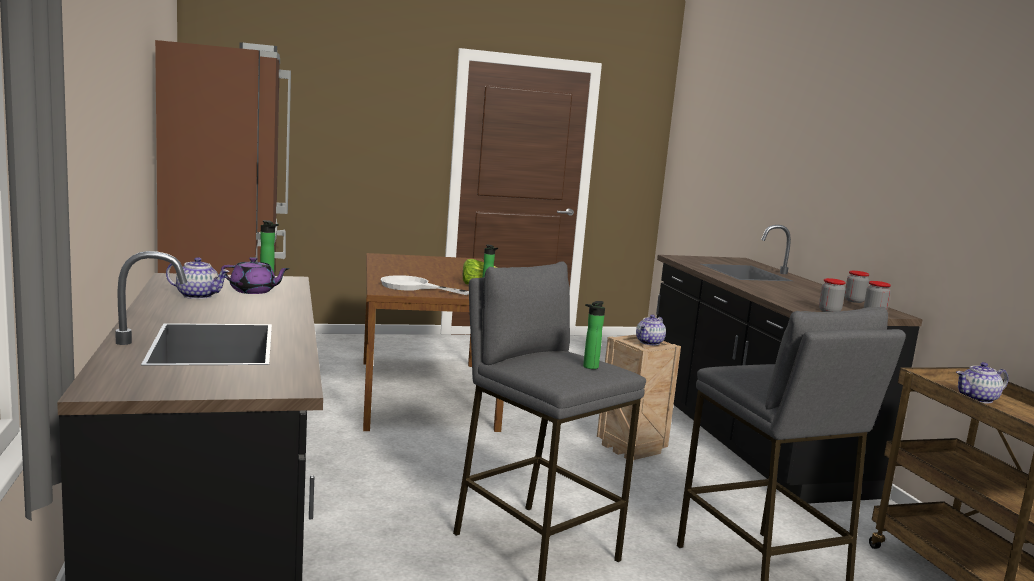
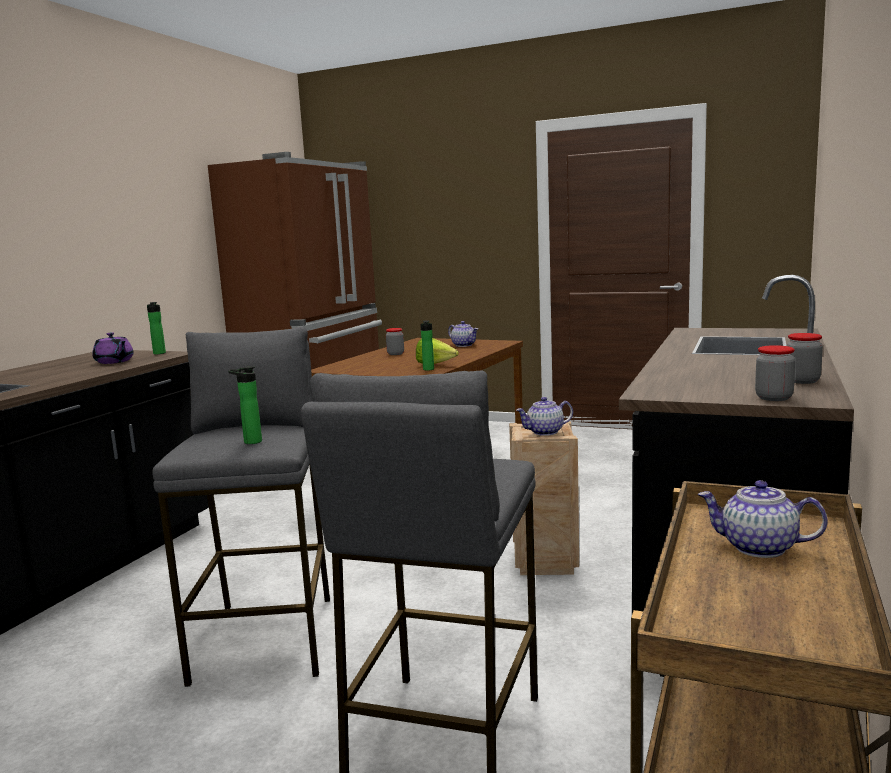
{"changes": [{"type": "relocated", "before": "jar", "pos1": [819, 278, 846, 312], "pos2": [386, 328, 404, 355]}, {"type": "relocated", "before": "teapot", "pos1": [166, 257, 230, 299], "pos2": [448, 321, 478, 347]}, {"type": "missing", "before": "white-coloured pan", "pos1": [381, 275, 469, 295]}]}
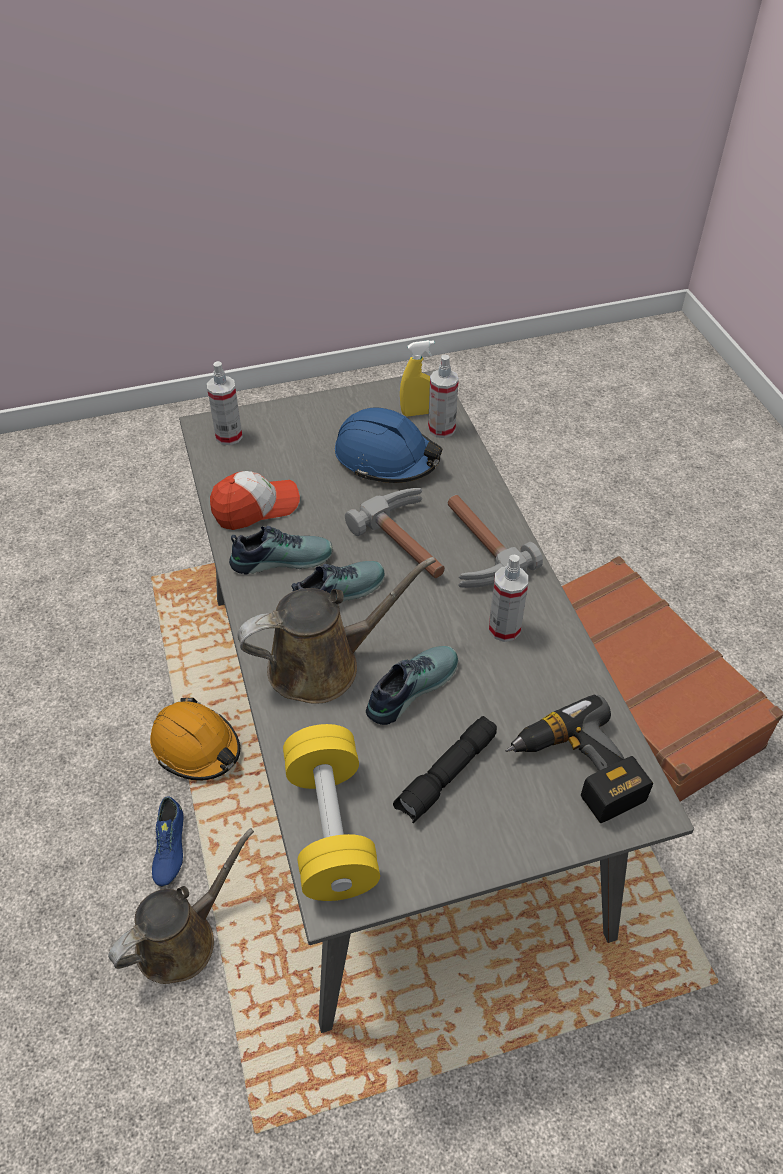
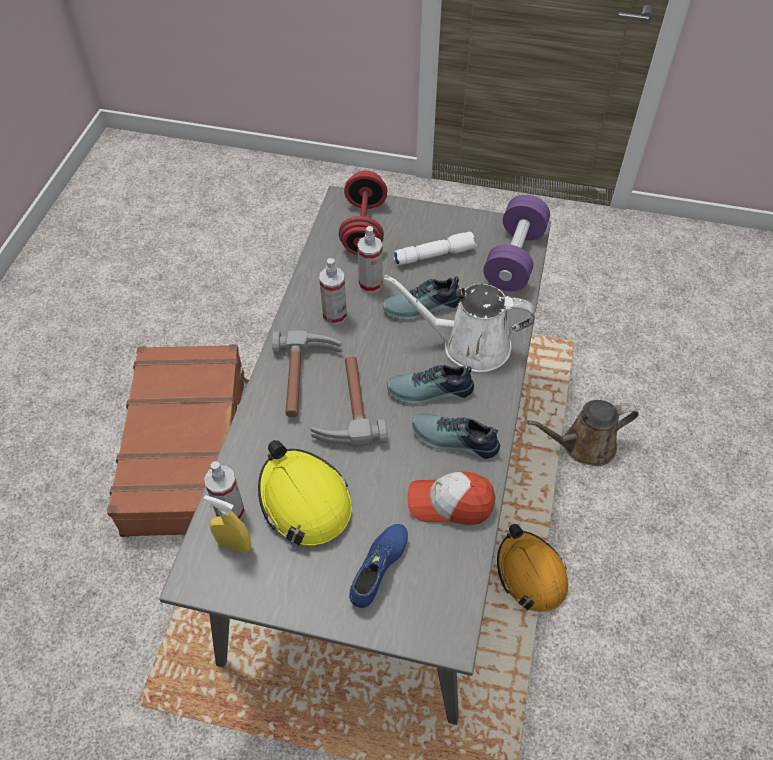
{"changes": [{"type": "colour", "before": "bluish work helmet", "after": "yellow work helmet", "pos1": [335, 408, 442, 483], "pos2": [258, 440, 352, 546]}, {"type": "exchanged", "before": "power drill", "after": "red dumbbell", "pos1": [505, 694, 653, 823], "pos2": [339, 170, 387, 255]}, {"type": "relocated", "before": "bluish low shoe", "pos1": [152, 796, 183, 886], "pos2": [349, 524, 408, 608]}, {"type": "relocated", "before": "sprayer", "pos1": [207, 361, 243, 445], "pos2": [357, 226, 383, 293]}, {"type": "colour", "before": "brownish watering pot", "after": "white-coloured watering pot", "pos1": [237, 557, 436, 704], "pos2": [384, 275, 536, 372]}, {"type": "colour", "before": "blackish torch", "after": "white-coloured torch", "pos1": [393, 716, 497, 823], "pos2": [394, 232, 477, 266]}, {"type": "colour", "before": "yellow dumbbell", "after": "purplish dumbbell", "pos1": [283, 724, 380, 901], "pos2": [483, 195, 550, 291]}]}
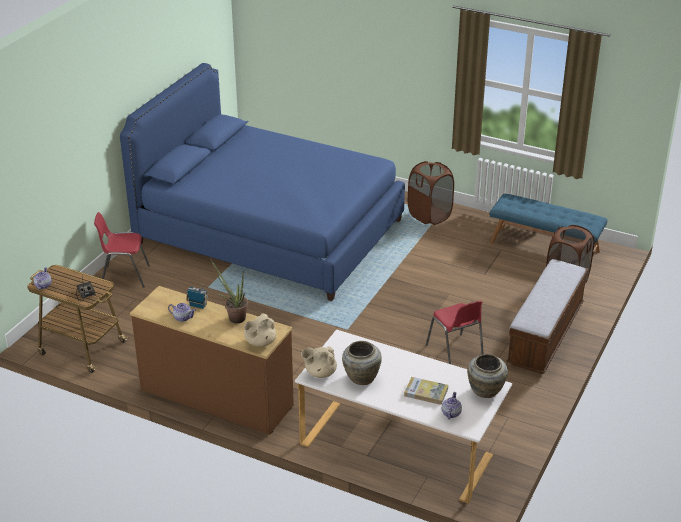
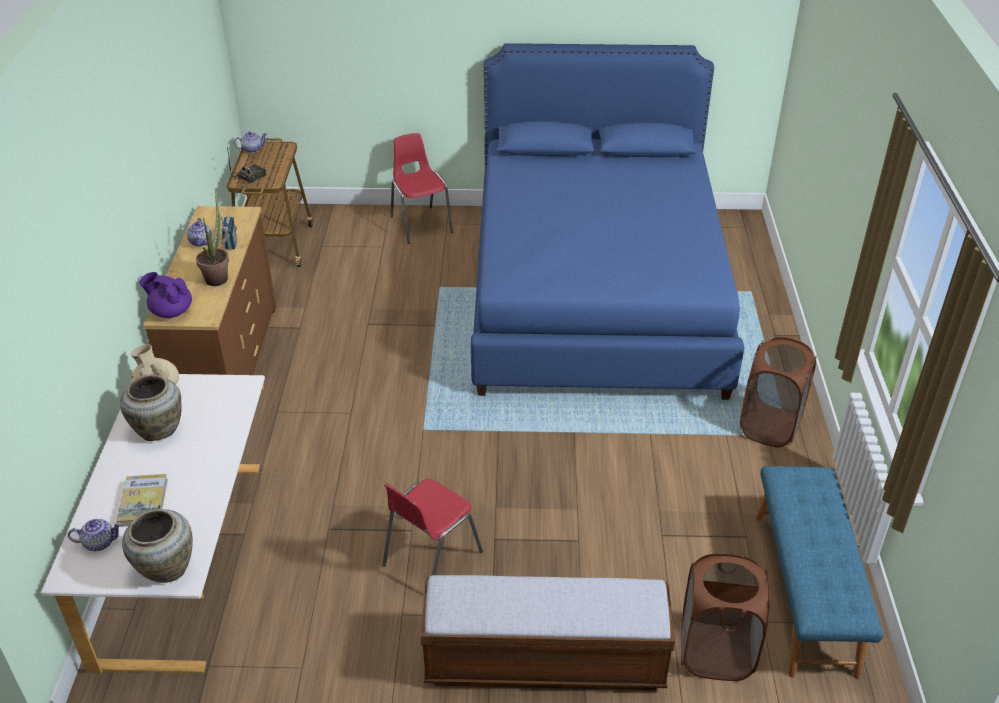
{"changes": [{"type": "colour", "before": "sand-coloured teapot", "after": "purplish teapot", "pos1": [244, 313, 276, 347], "pos2": [139, 272, 192, 318]}]}
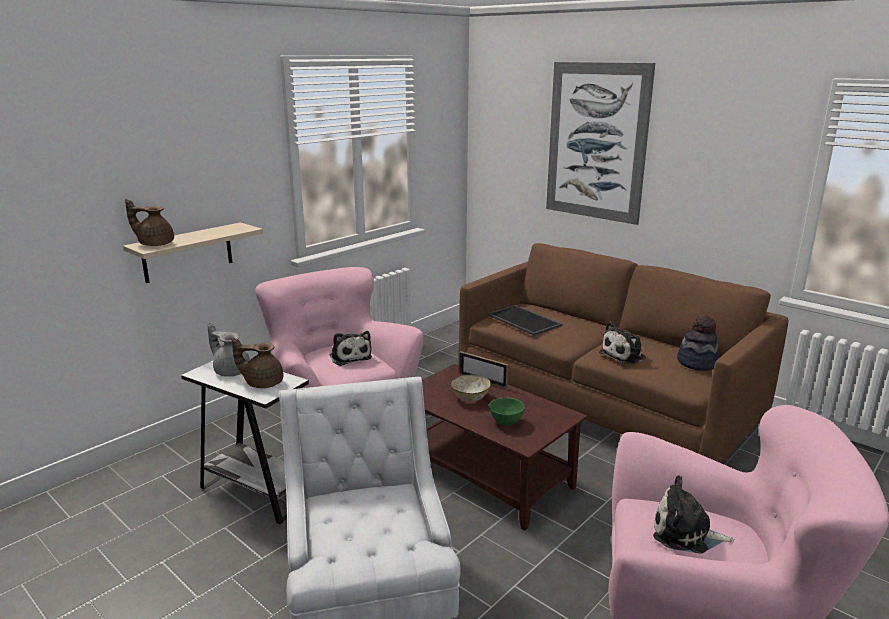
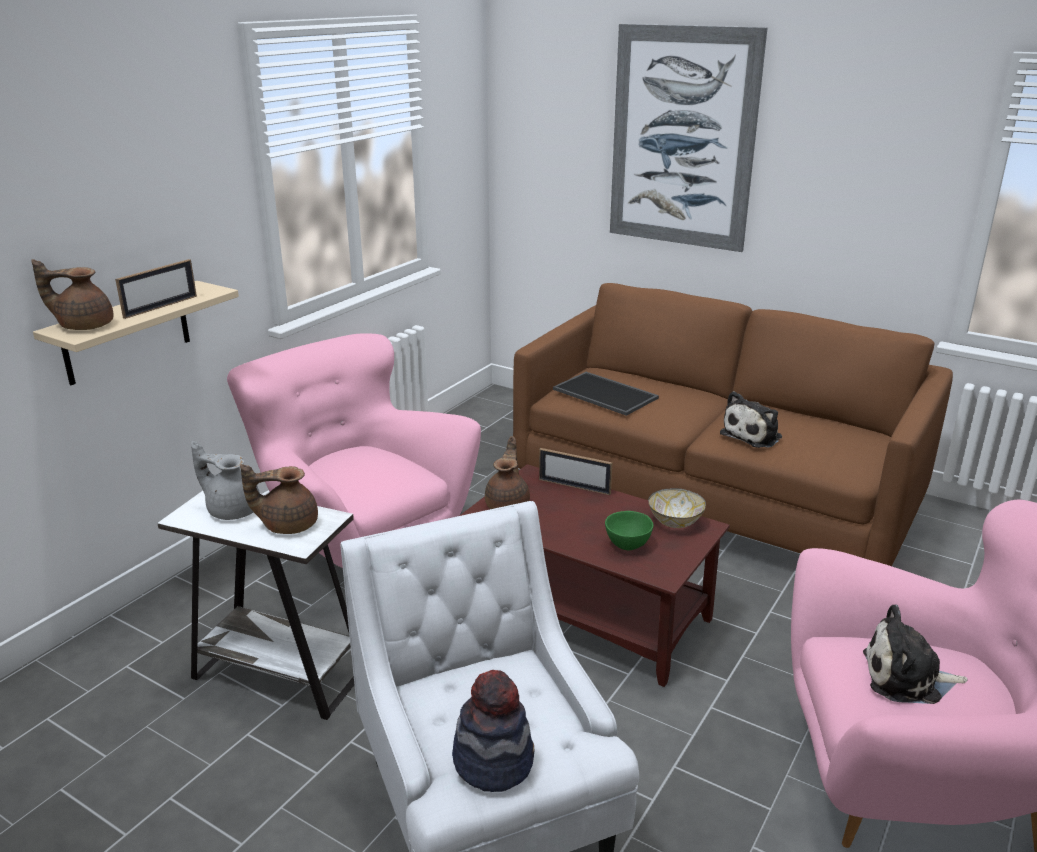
{"changes": [{"type": "appeared", "after": "standing frame", "pos2": [115, 259, 197, 319]}, {"type": "relocated", "before": "clothing hat", "pos1": [677, 315, 719, 371], "pos2": [452, 670, 534, 792]}, {"type": "appeared", "after": "brownish teapot", "pos2": [485, 436, 530, 509]}, {"type": "relocated", "before": "deep dish", "pos1": [450, 374, 491, 401], "pos2": [648, 488, 706, 528]}, {"type": "missing", "before": "cuddly toy", "pos1": [330, 331, 372, 366]}]}
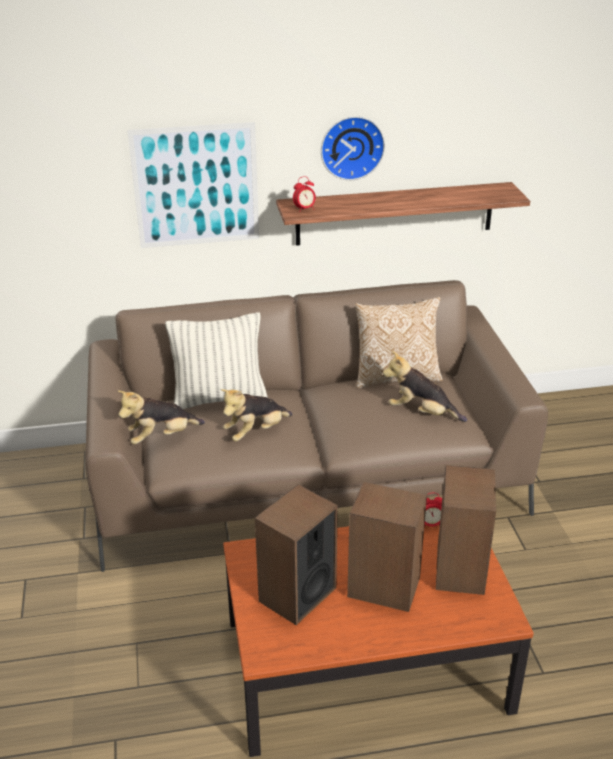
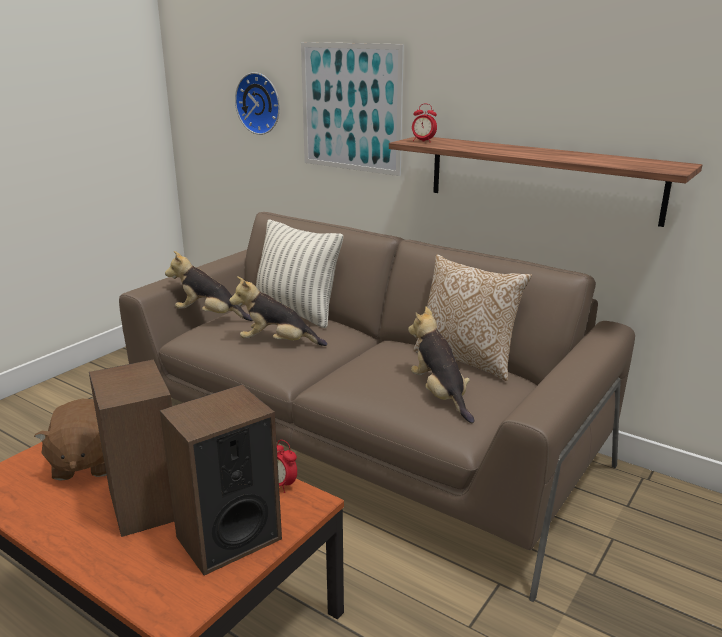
{"changes": [{"type": "exchanged", "before": "audio speaker", "after": "brownish cuddly toy", "pos1": [255, 484, 338, 625], "pos2": [34, 399, 107, 481]}, {"type": "relocated", "before": "clock on the wall", "pos1": [321, 116, 385, 180], "pos2": [235, 72, 280, 135]}]}
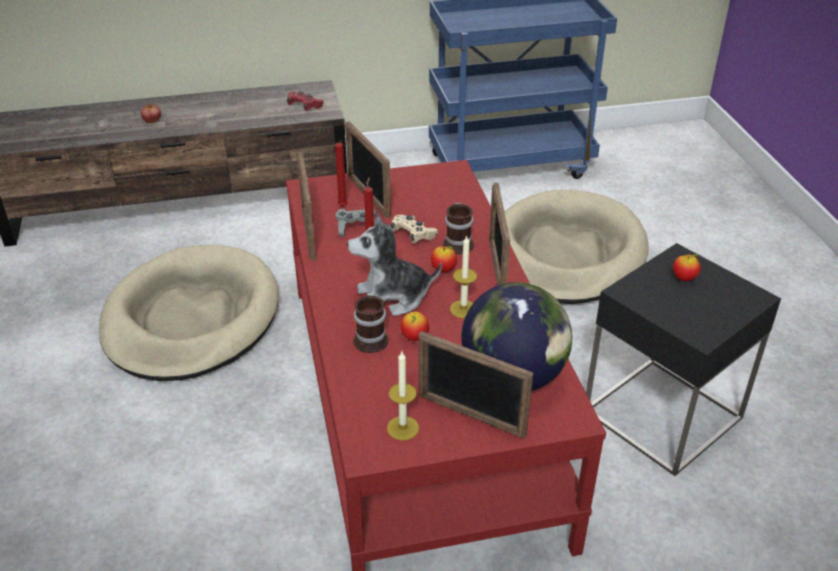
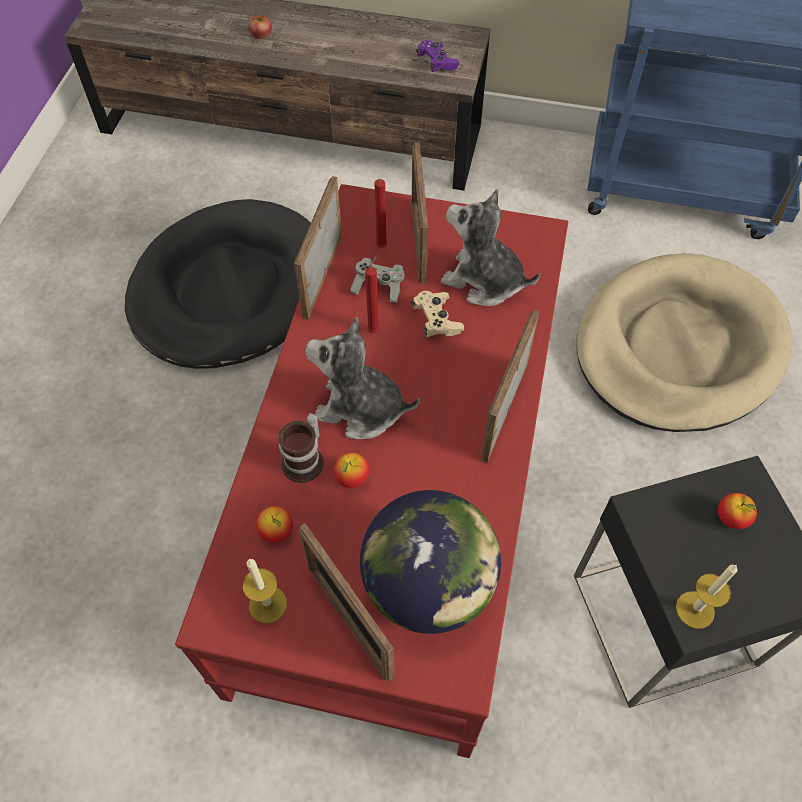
{"changes": [{"type": "colour", "before": "sand-coloured dog cushion", "after": "blackish dog cushion", "pos1": [99, 245, 279, 381], "pos2": [125, 199, 311, 369]}, {"type": "relocated", "before": "apple fruit", "pos1": [431, 246, 457, 272], "pos2": [256, 506, 293, 543]}, {"type": "colour", "before": "red joypad", "after": "purplish joypad", "pos1": [287, 91, 324, 111], "pos2": [416, 40, 460, 72]}, {"type": "appeared", "after": "cuddly toy", "pos2": [441, 189, 540, 306]}, {"type": "relocated", "before": "wax candle", "pos1": [450, 235, 477, 318], "pos2": [676, 565, 738, 629]}, {"type": "missing", "before": "coffee mug", "pos1": [443, 203, 474, 254]}]}
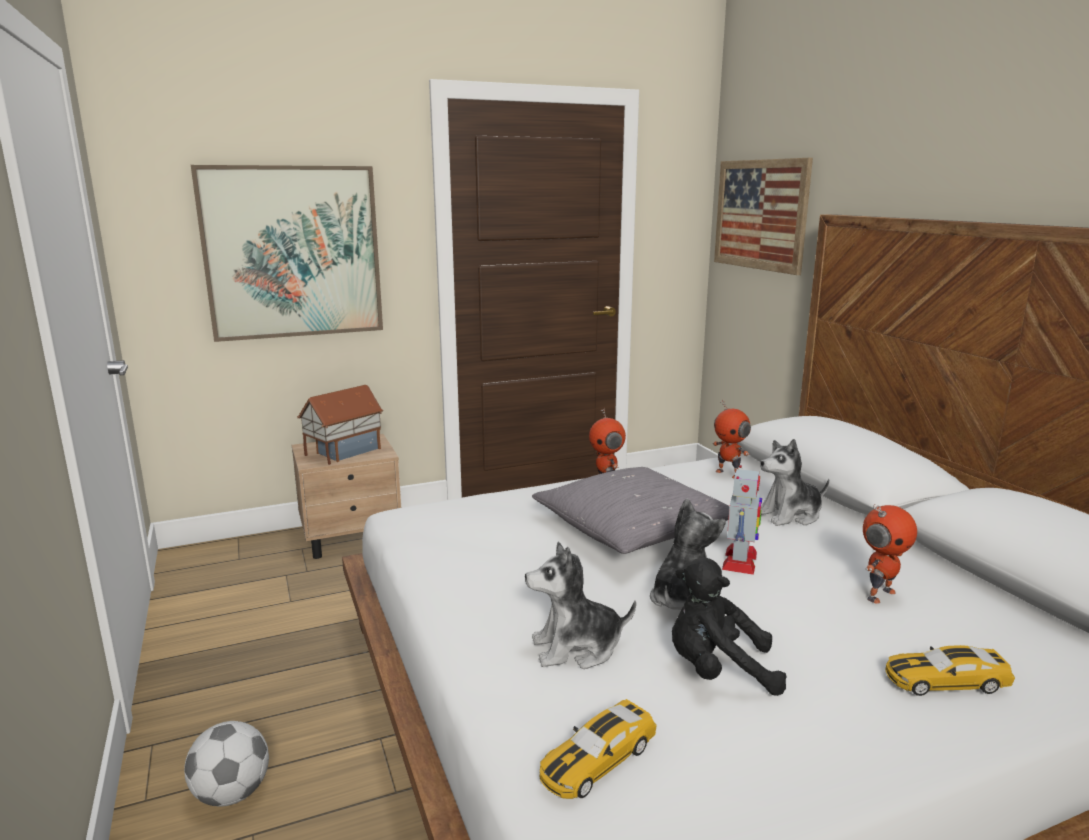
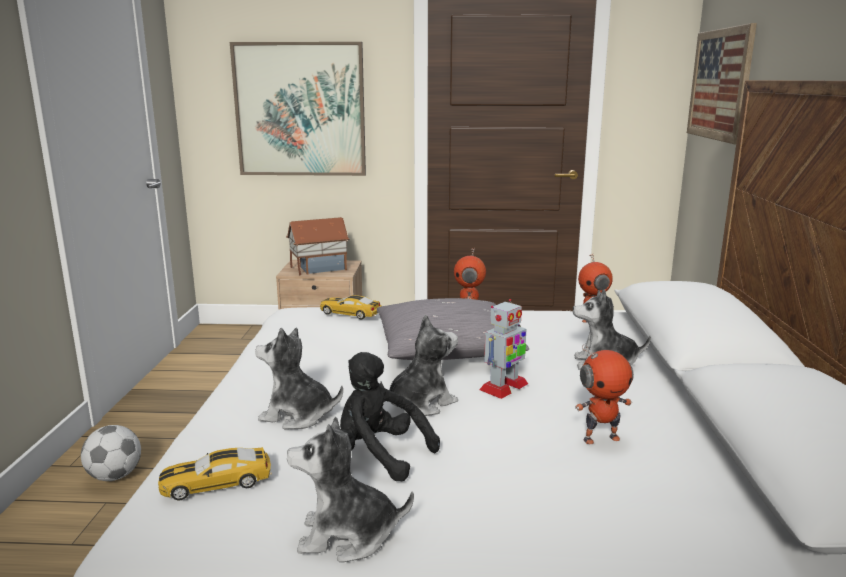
{"changes": [{"type": "appeared", "after": "cuddly toy", "pos2": [287, 417, 414, 563]}, {"type": "relocated", "before": "toy car", "pos1": [885, 645, 1015, 696], "pos2": [320, 295, 381, 320]}]}
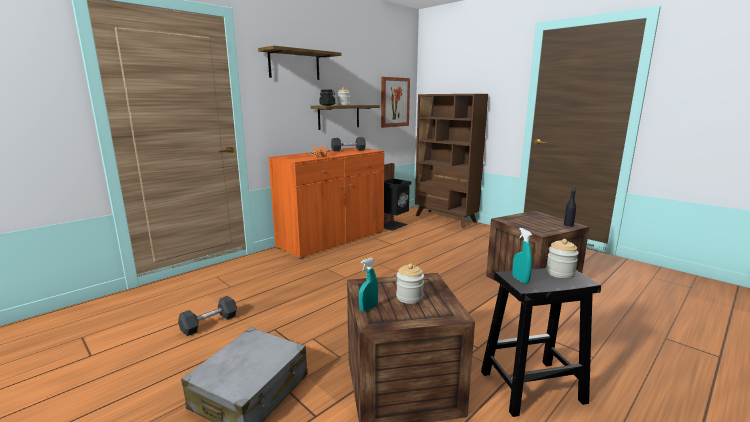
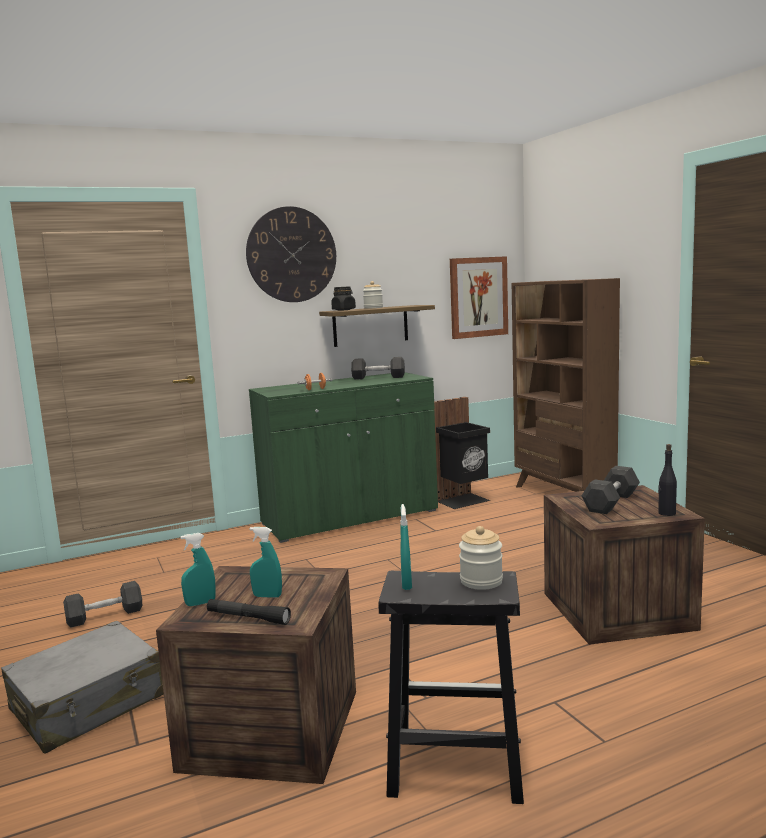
{"changes": [{"type": "appeared", "after": "blackish torch", "pos2": [207, 599, 291, 625]}, {"type": "exchanged", "before": "wall shelf", "after": "clock on the wall", "pos1": [258, 46, 341, 80], "pos2": [246, 206, 336, 302]}, {"type": "colour", "before": "orange-coloured cupboard", "after": "green cupboard", "pos1": [268, 147, 384, 259], "pos2": [249, 372, 438, 543]}, {"type": "exchanged", "before": "jar", "after": "blue-green sprayer", "pos1": [396, 263, 424, 304], "pos2": [250, 527, 282, 597]}, {"type": "appeared", "after": "grey dumbbell", "pos2": [582, 466, 640, 514]}]}
